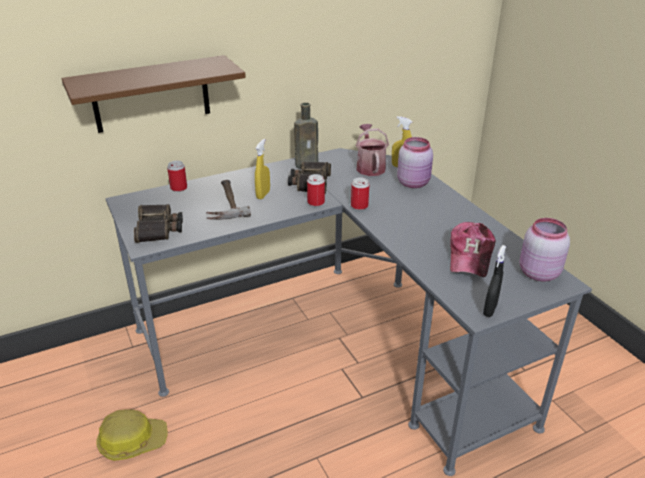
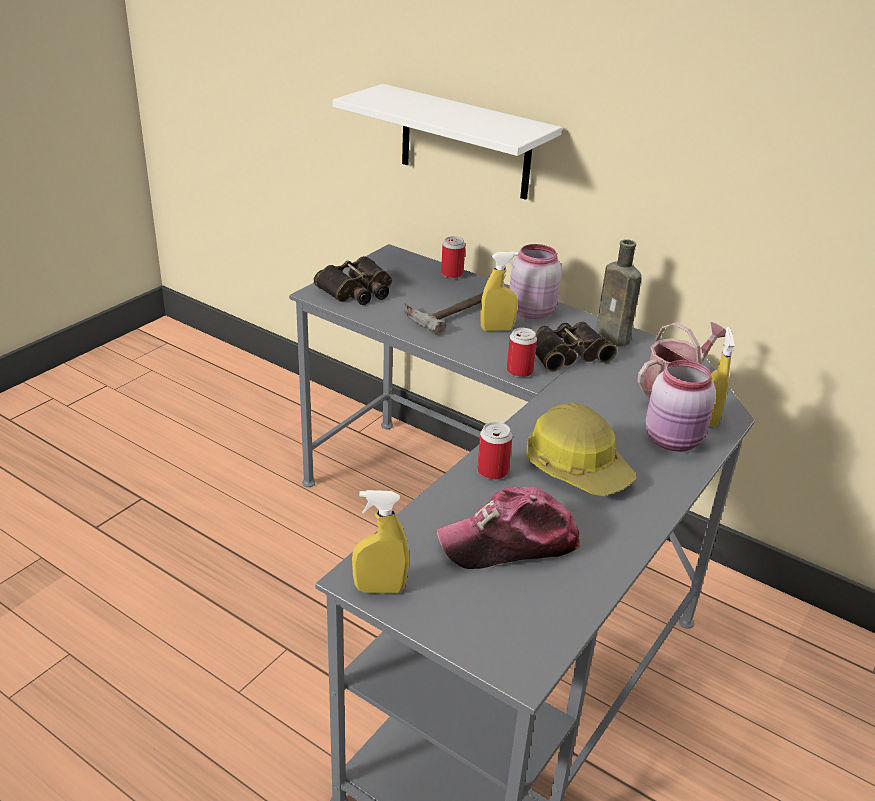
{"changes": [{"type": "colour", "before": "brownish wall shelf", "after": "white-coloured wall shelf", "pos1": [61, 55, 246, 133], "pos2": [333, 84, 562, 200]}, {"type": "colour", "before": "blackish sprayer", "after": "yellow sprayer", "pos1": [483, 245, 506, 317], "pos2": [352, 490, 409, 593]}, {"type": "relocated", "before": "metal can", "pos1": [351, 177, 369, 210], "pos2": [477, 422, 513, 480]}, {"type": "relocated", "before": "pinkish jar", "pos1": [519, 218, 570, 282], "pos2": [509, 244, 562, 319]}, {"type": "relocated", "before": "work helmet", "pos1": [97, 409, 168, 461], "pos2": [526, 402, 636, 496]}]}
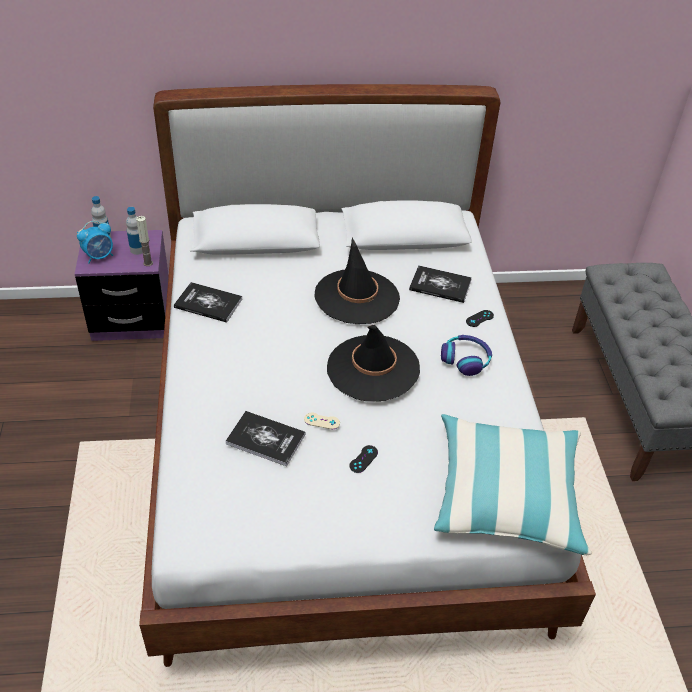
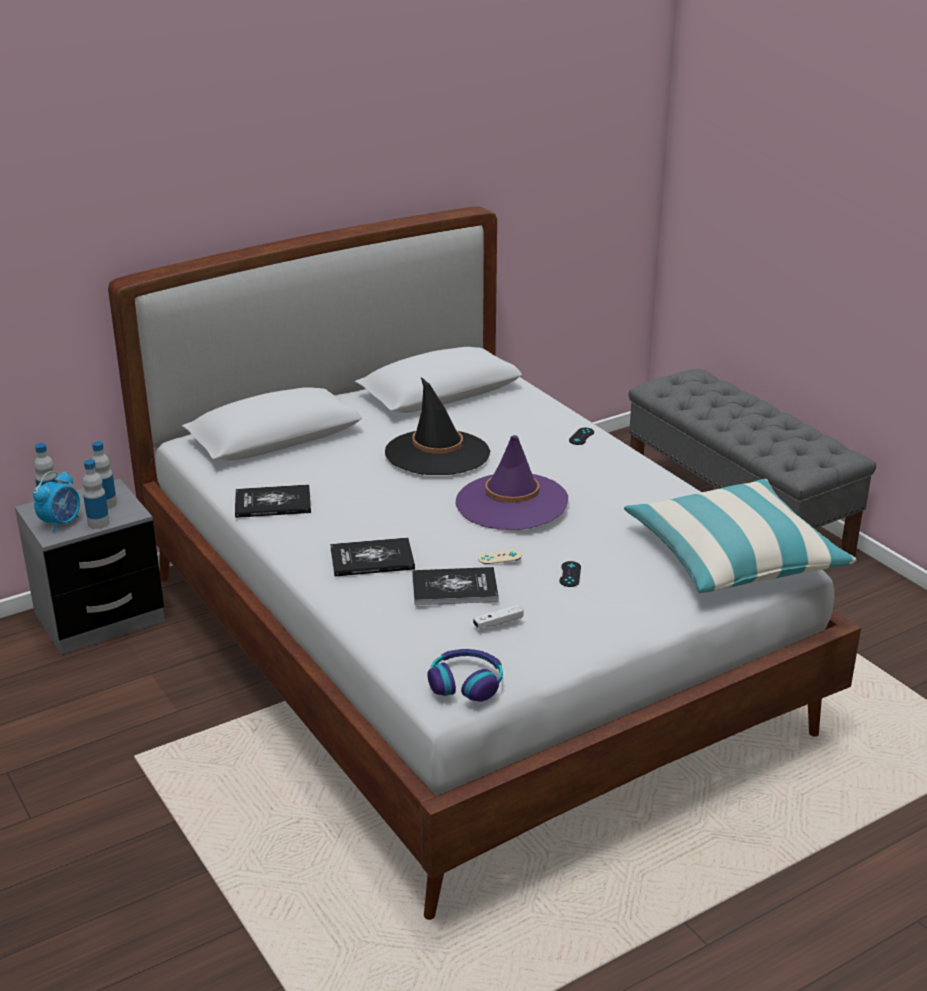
{"changes": [{"type": "colour", "before": "purplish nightstand", "after": "grey nightstand", "pos1": [75, 230, 169, 341], "pos2": [15, 479, 165, 655]}, {"type": "appeared", "after": "drink bottle", "pos2": [82, 459, 110, 529]}, {"type": "relocated", "before": "book", "pos1": [409, 265, 472, 303], "pos2": [330, 538, 415, 577]}, {"type": "relocated", "before": "pair of headphones", "pos1": [441, 335, 492, 376], "pos2": [427, 649, 503, 702]}, {"type": "colour", "before": "blackish clothing hat", "after": "purplish clothing hat", "pos1": [327, 325, 420, 401], "pos2": [456, 435, 568, 530]}, {"type": "appeared", "after": "white-coloured joypad", "pos2": [473, 605, 524, 629]}, {"type": "missing", "before": "wax candle", "pos1": [136, 216, 153, 266]}]}
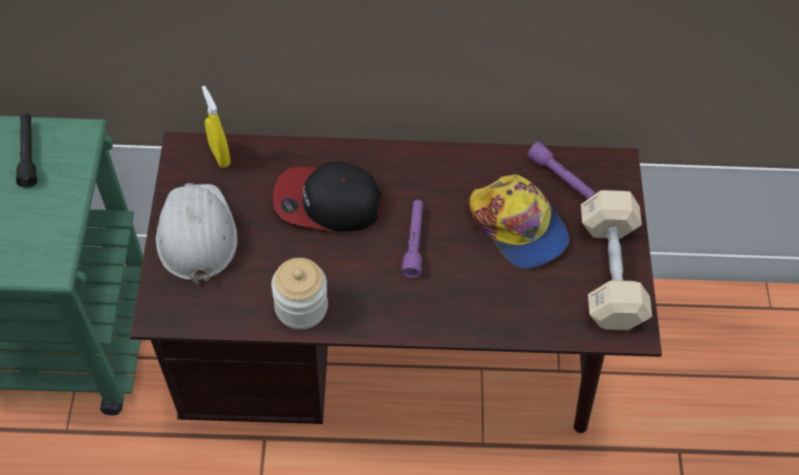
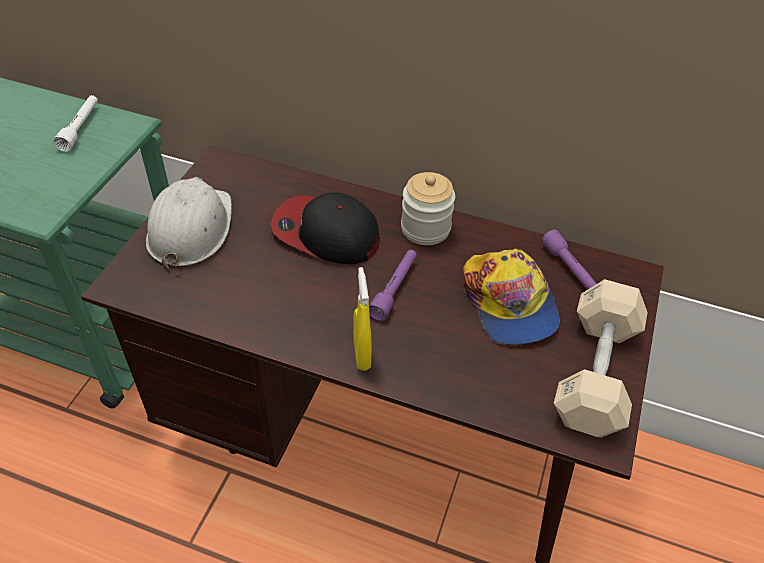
{"changes": [{"type": "colour", "before": "blackish torch", "after": "white-coloured torch", "pos1": [16, 113, 37, 188], "pos2": [53, 95, 98, 152]}, {"type": "relocated", "before": "yellow sprayer", "pos1": [202, 86, 231, 168], "pos2": [353, 267, 372, 371]}, {"type": "relocated", "before": "jar", "pos1": [271, 258, 328, 330], "pos2": [401, 172, 455, 245]}]}
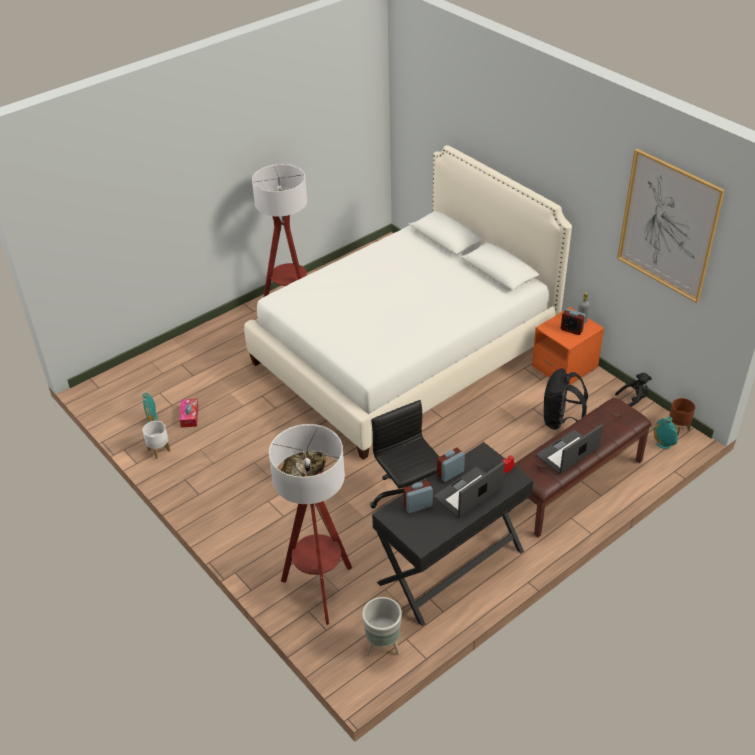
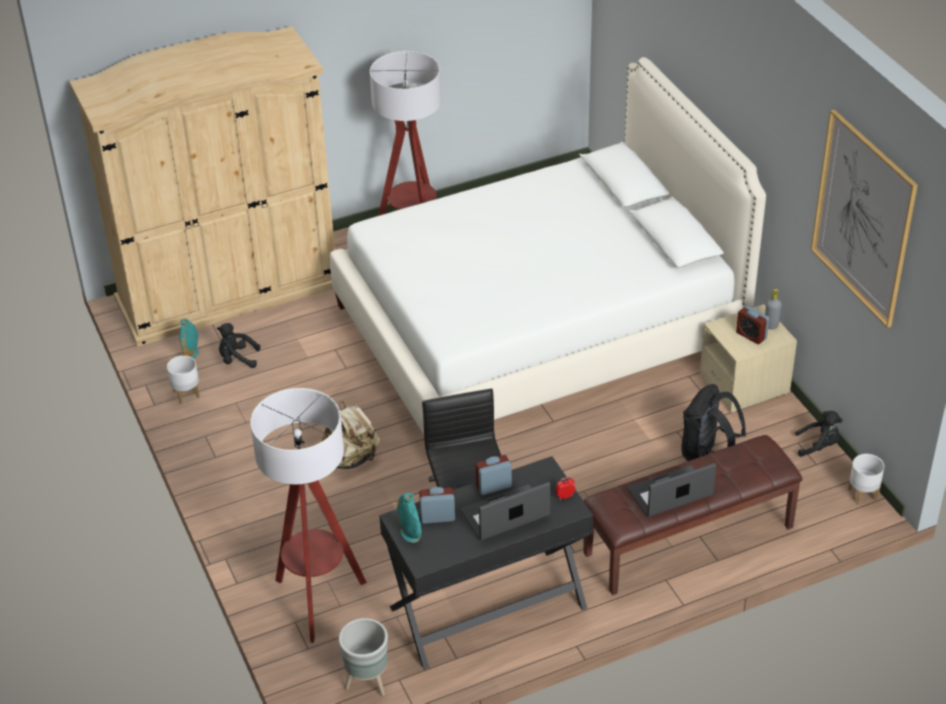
{"changes": [{"type": "appeared", "after": "sand-coloured wardrobe", "pos2": [69, 26, 335, 347]}, {"type": "exchanged", "before": "tissue box", "after": "blackish cuddly toy", "pos1": [180, 399, 199, 428], "pos2": [217, 323, 260, 368]}, {"type": "relocated", "before": "blue-green decorative vase", "pos1": [654, 416, 678, 449], "pos2": [397, 493, 421, 543]}, {"type": "colour", "before": "orange-coloured nightstand", "after": "sand-coloured nightstand", "pos1": [532, 307, 604, 385], "pos2": [700, 304, 797, 413]}, {"type": "colour", "before": "brownish planter", "after": "white-coloured planter", "pos1": [669, 398, 695, 436], "pos2": [848, 454, 884, 504]}]}
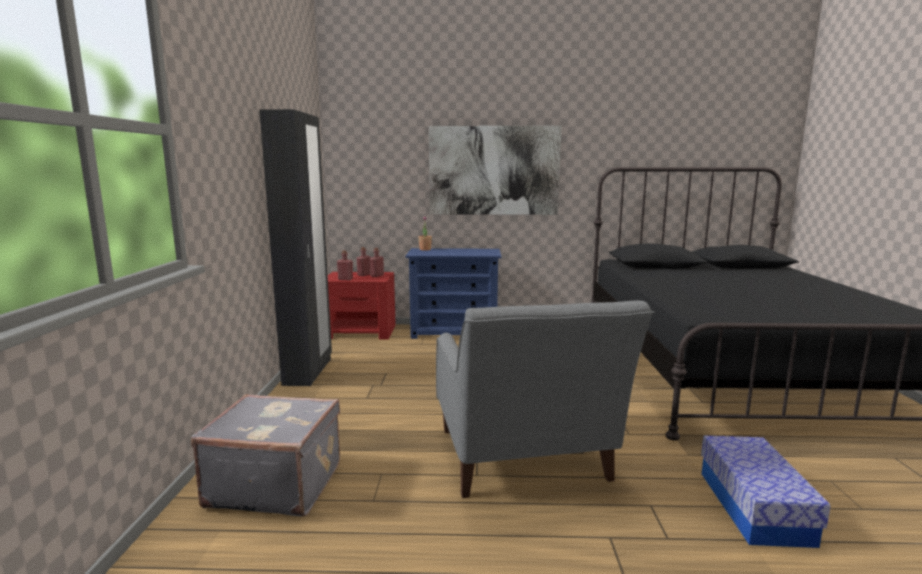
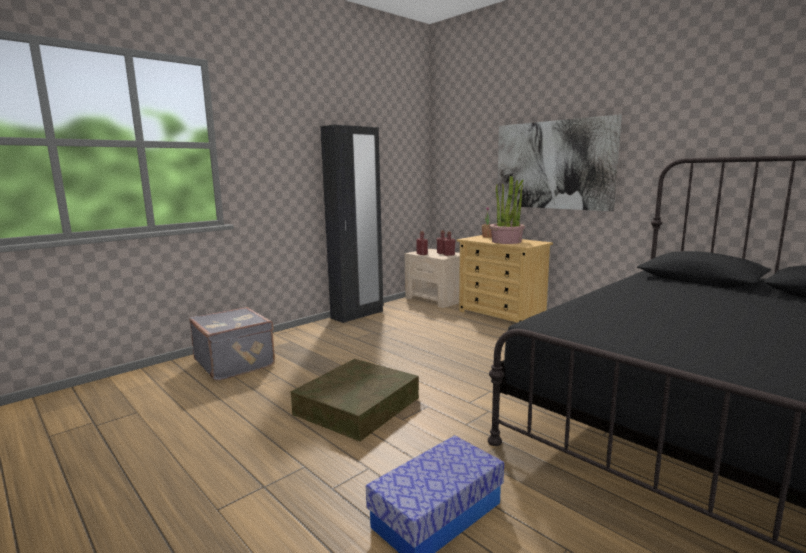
{"changes": [{"type": "exchanged", "before": "grey lounge chair", "after": "brownish storage box", "pos1": [436, 301, 654, 498], "pos2": [291, 359, 419, 441]}, {"type": "colour", "before": "red nightstand", "after": "sand-coloured nightstand", "pos1": [328, 272, 396, 339], "pos2": [405, 249, 460, 308]}, {"type": "colour", "before": "bluish dresser", "after": "sand-coloured dresser", "pos1": [405, 248, 502, 339], "pos2": [457, 235, 553, 323]}, {"type": "appeared", "after": "houseplant", "pos2": [489, 176, 525, 244]}]}
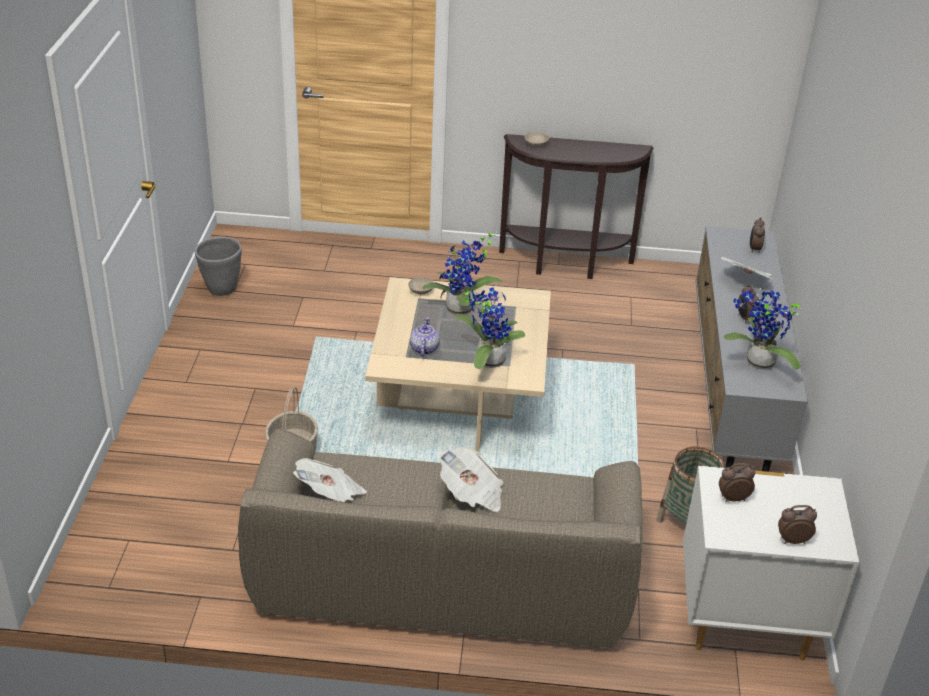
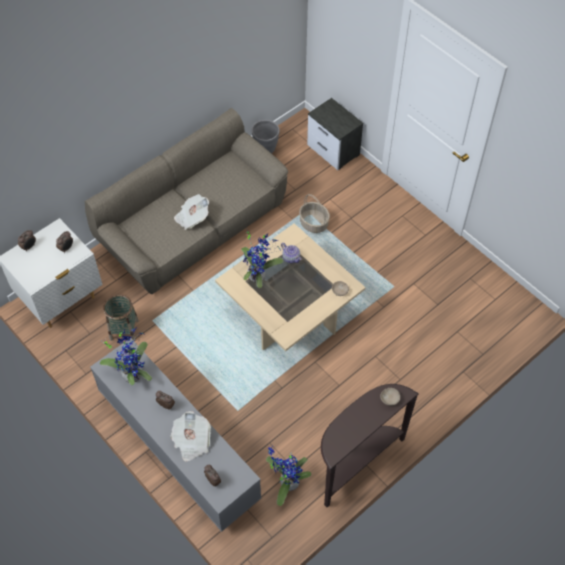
{"changes": [{"type": "relocated", "before": "grey planter", "pos1": [195, 237, 242, 296], "pos2": [251, 120, 280, 154]}, {"type": "relocated", "before": "houseplant", "pos1": [422, 232, 503, 315], "pos2": [266, 446, 311, 506]}, {"type": "appeared", "after": "nightstand", "pos2": [307, 98, 363, 170]}, {"type": "missing", "before": "printed paper", "pos1": [293, 458, 367, 502]}]}
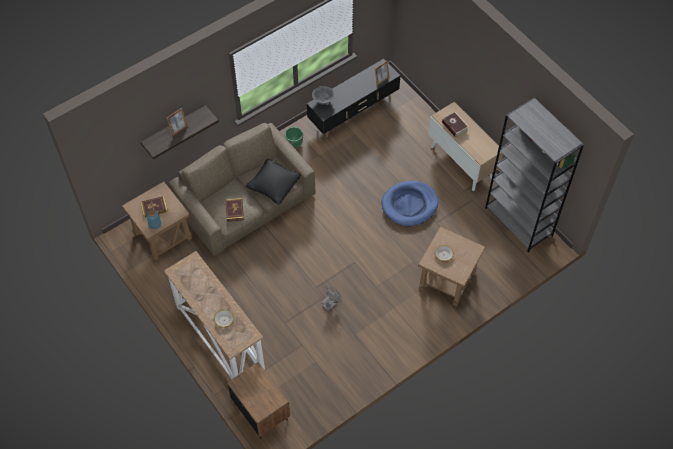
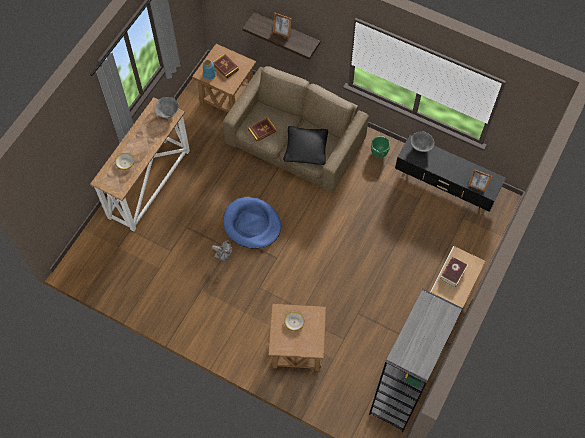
{"changes": [{"type": "appeared", "after": "grey deep dish", "pos2": [155, 97, 179, 118]}, {"type": "relocated", "before": "bluish dog cushion", "pos1": [382, 181, 438, 226], "pos2": [223, 197, 281, 249]}, {"type": "missing", "before": "brownish nightstand", "pos1": [227, 362, 290, 439]}]}
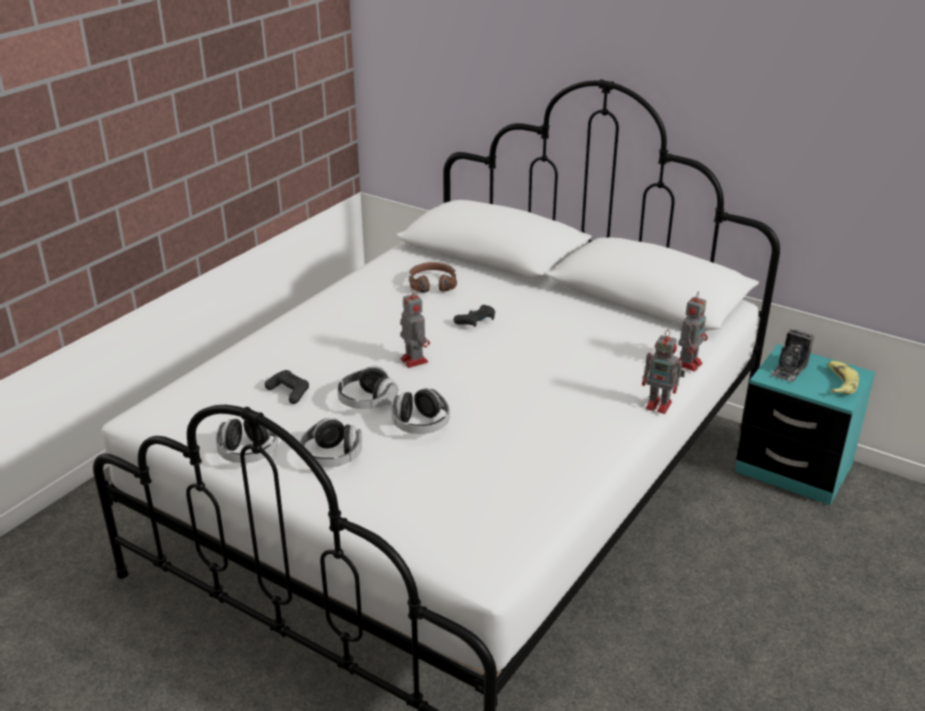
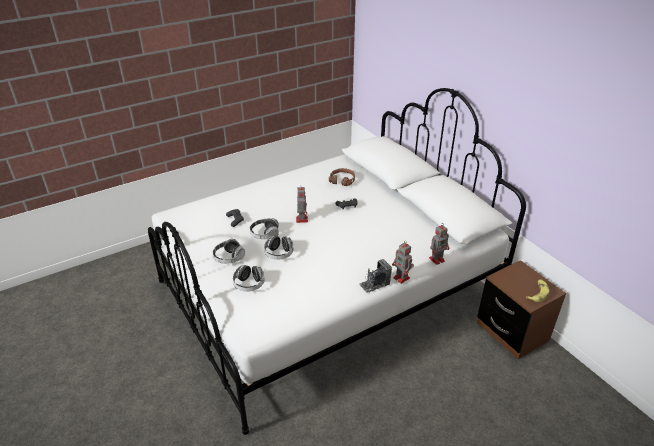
{"changes": [{"type": "relocated", "before": "pair of headphones", "pos1": [216, 416, 278, 463], "pos2": [233, 265, 265, 292]}, {"type": "relocated", "before": "photo camera", "pos1": [770, 329, 814, 382], "pos2": [359, 259, 392, 293]}, {"type": "colour", "before": "blue-green nightstand", "after": "brownish nightstand", "pos1": [735, 344, 875, 505], "pos2": [477, 260, 566, 359]}]}
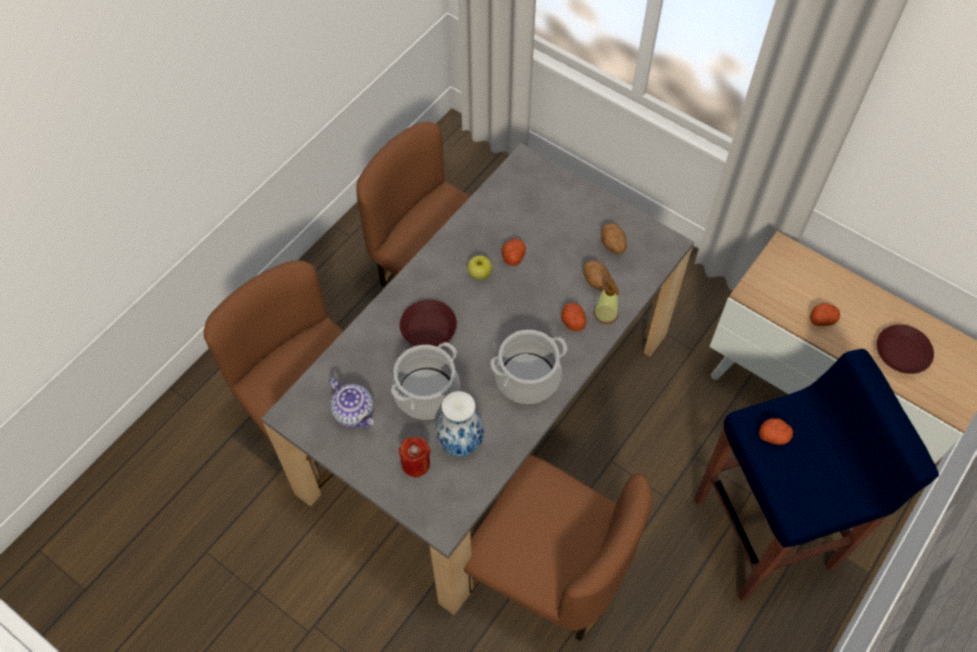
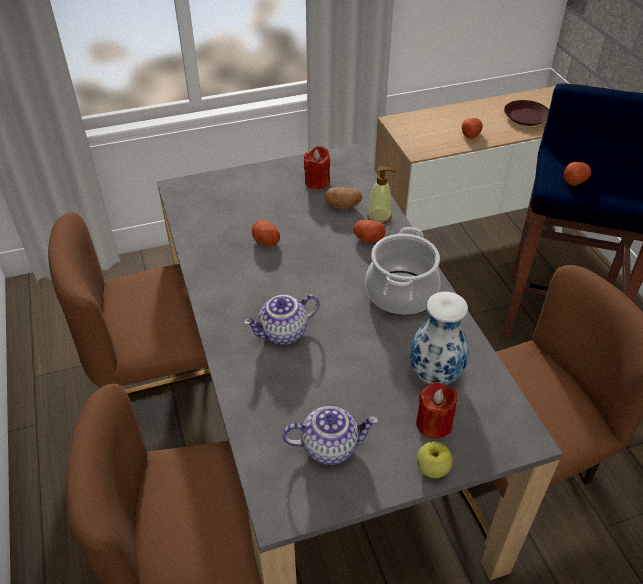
{"changes": [{"type": "exchanged", "before": "brownish plate", "after": "teapot", "pos1": [400, 300, 457, 347], "pos2": [244, 294, 319, 345]}, {"type": "exchanged", "before": "spud", "after": "red wax candle", "pos1": [602, 223, 627, 254], "pos2": [304, 146, 330, 189]}, {"type": "relocated", "before": "apple fruit", "pos1": [467, 255, 492, 279], "pos2": [417, 441, 453, 478]}, {"type": "missing", "before": "stockpot", "pos1": [391, 342, 460, 420]}]}
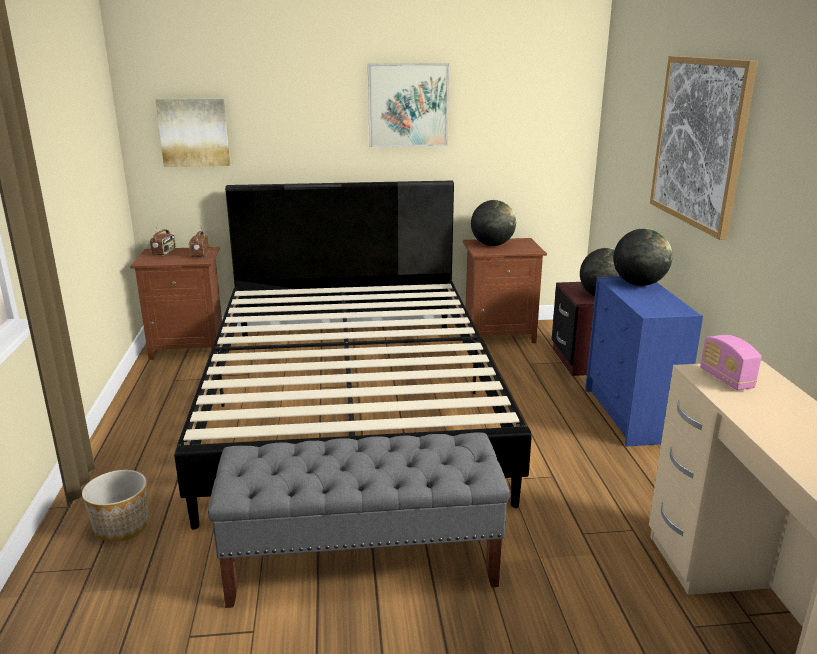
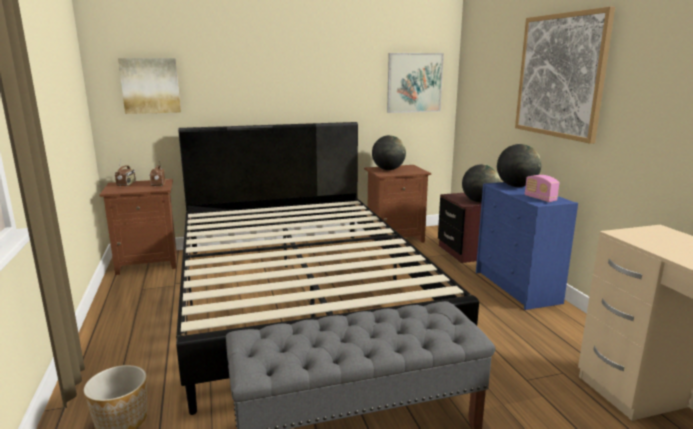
{"changes": [{"type": "relocated", "before": "wall art", "pos1": [368, 63, 449, 147], "pos2": [387, 53, 444, 113]}, {"type": "relocated", "before": "radio", "pos1": [700, 335, 762, 390], "pos2": [525, 175, 559, 202]}]}
